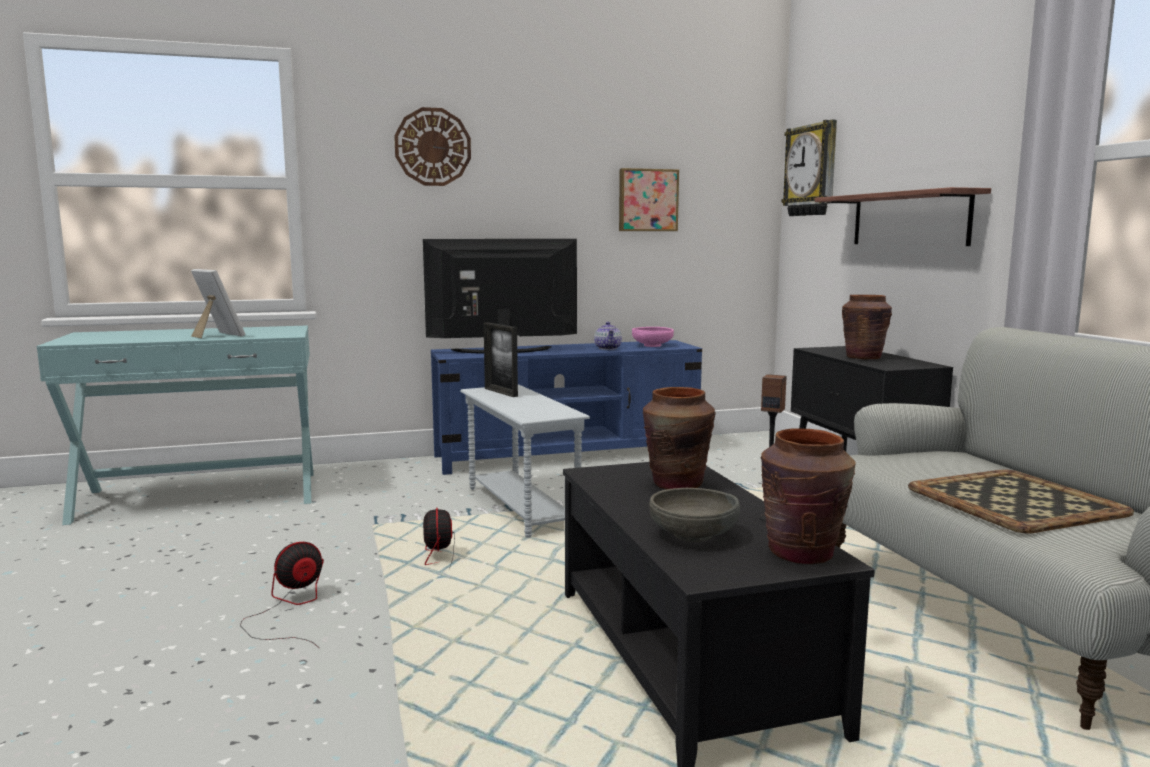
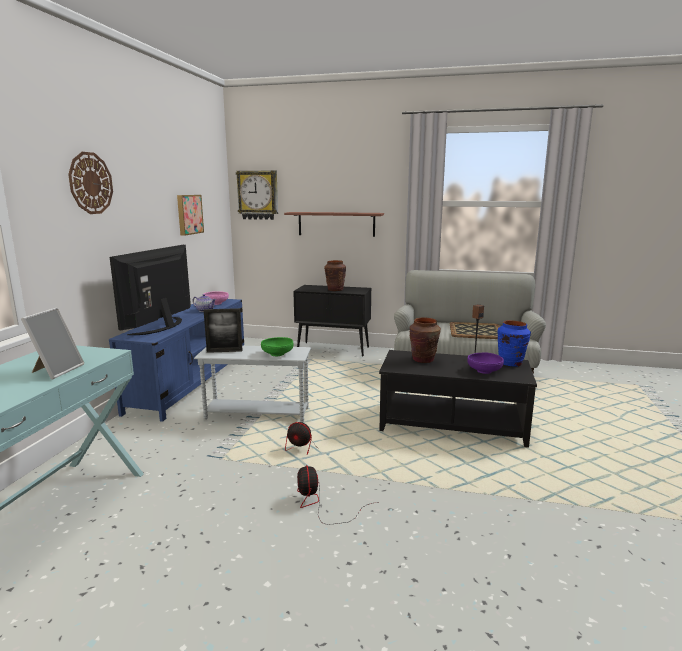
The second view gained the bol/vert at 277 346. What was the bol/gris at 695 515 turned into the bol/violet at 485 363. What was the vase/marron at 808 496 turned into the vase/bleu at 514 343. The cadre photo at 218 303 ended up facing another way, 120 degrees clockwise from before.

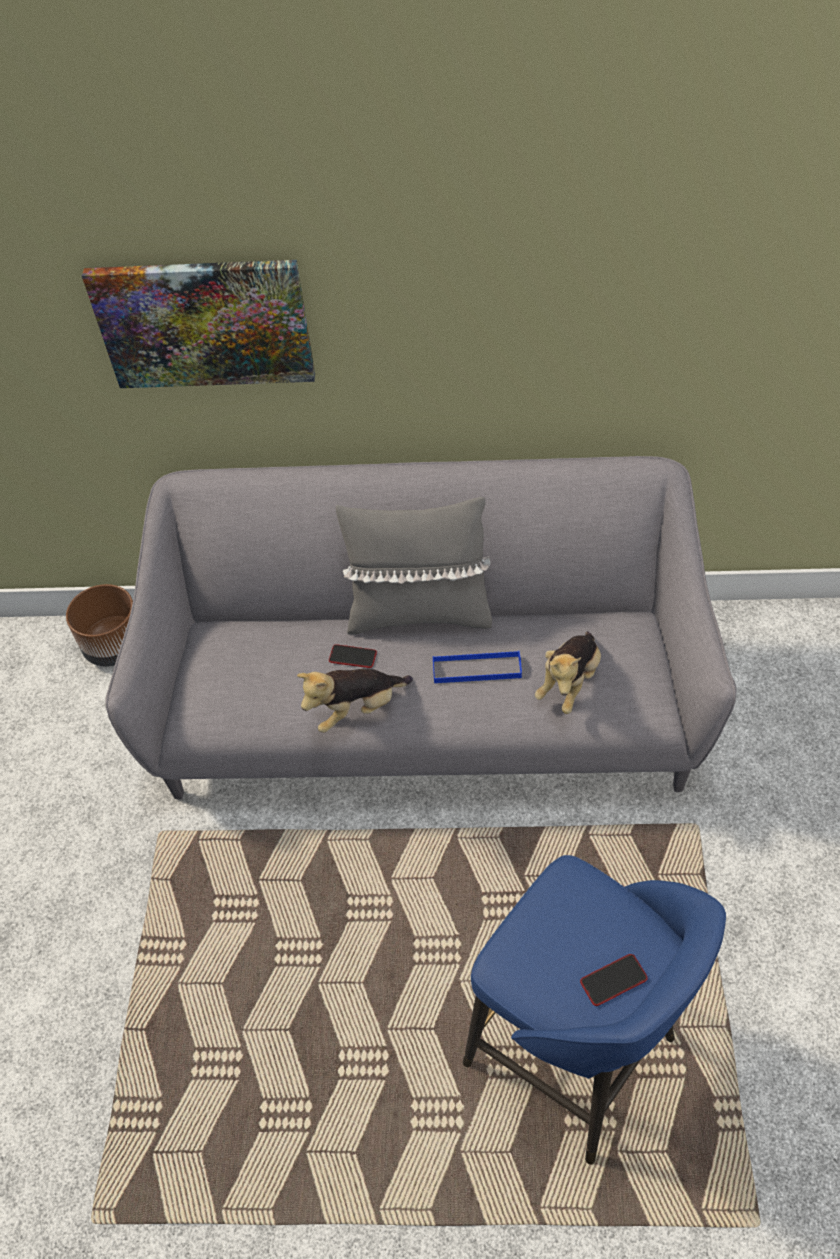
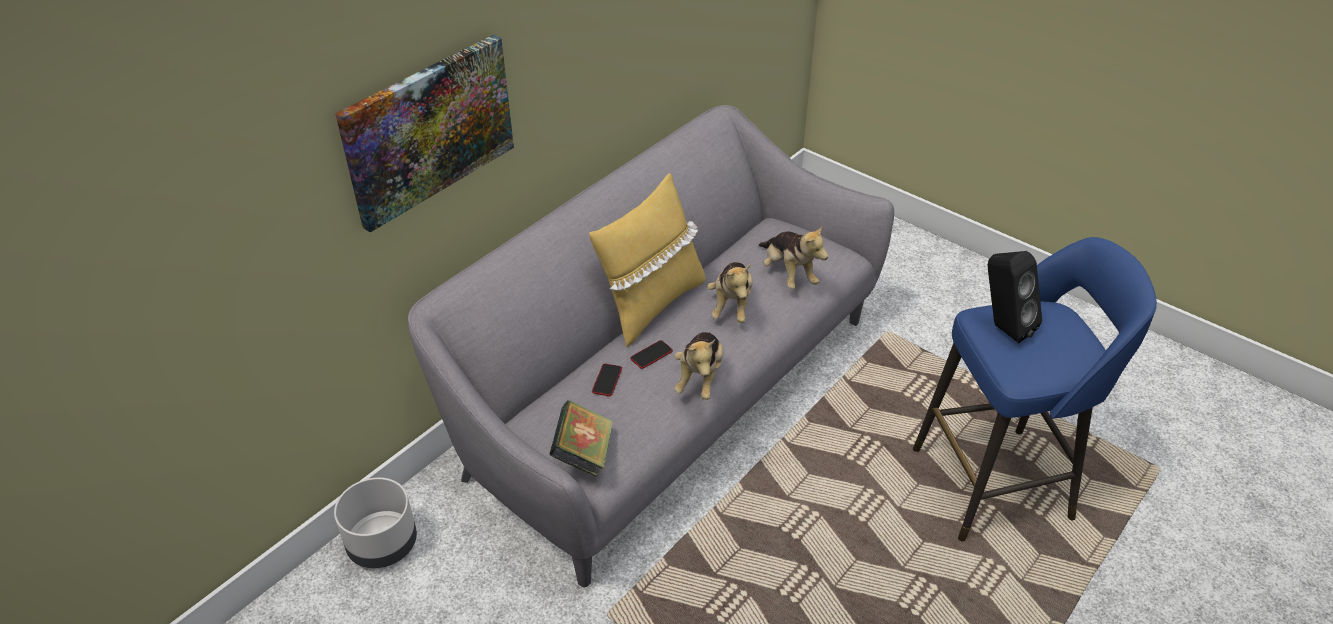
The second view gained the livre at 581 438. The second view gained the enceinte/noir at 1015 297. The téléphone ended up elsewhere, having gone from 613 980 to 607 380. Where the plateau/bleu stood at 477 667, the peluche came to stand at 730 292. What was the cache-pot/marron at 99 625 turned into the cache-pot/gris at 375 522. What was the coussin/gris at 414 565 turned into the coussin/jaune at 647 260.

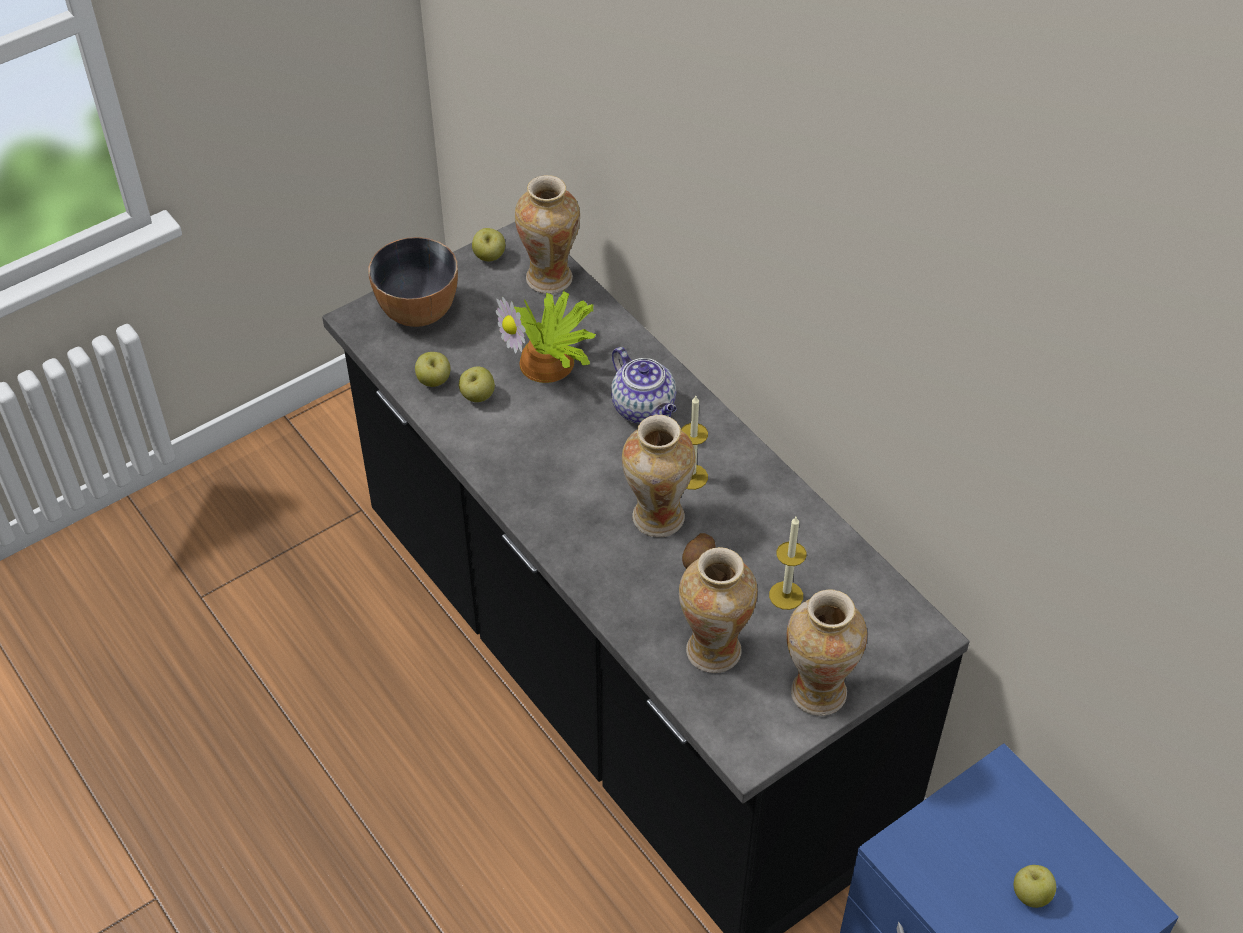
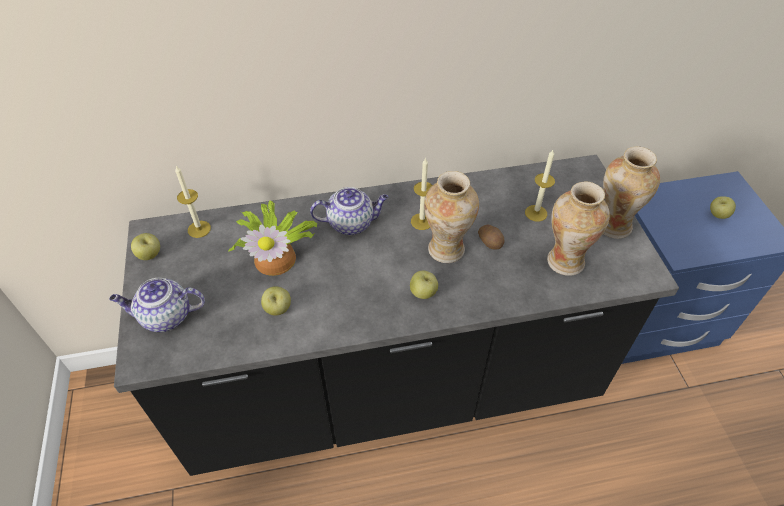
The pomme ended up elsewhere, having gone from 432 369 to 424 284. Where the bol stood at 413 282, the théière came to stand at 157 305. Where the vase stood at 547 234, the bougie came to stand at 193 202.

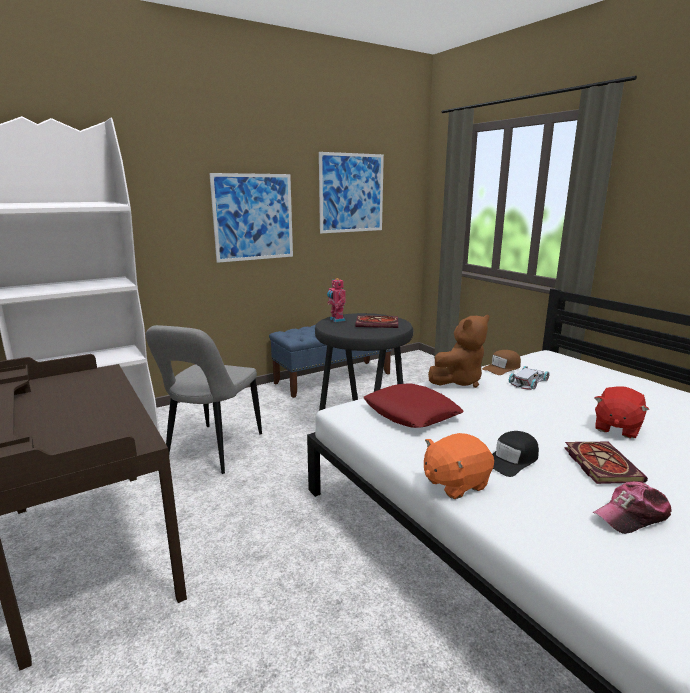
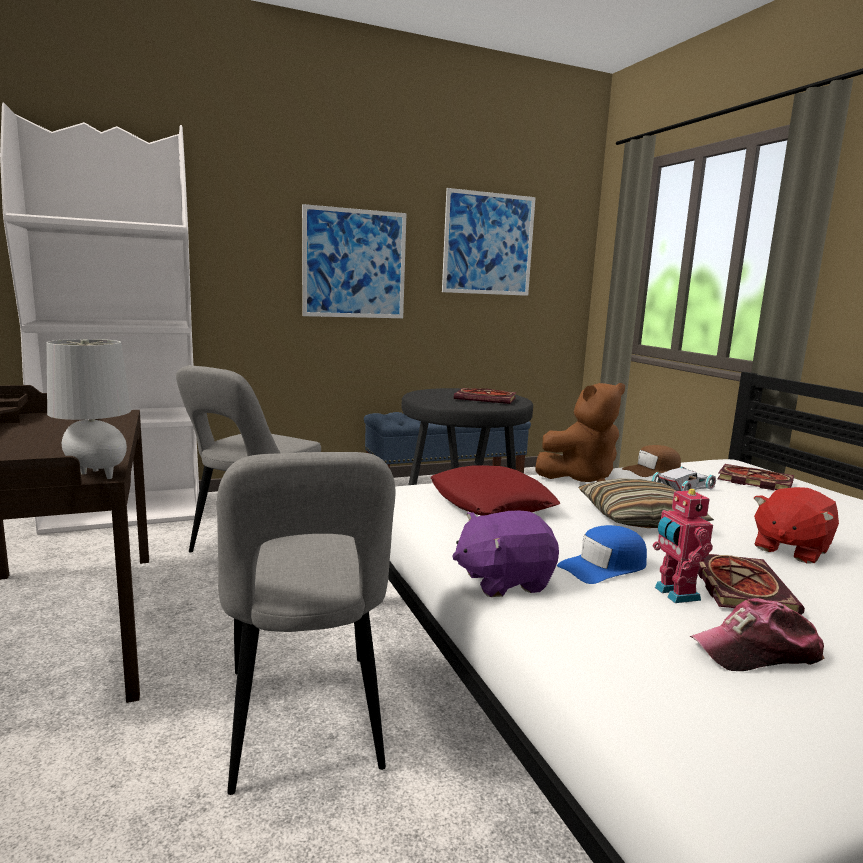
The second view gained the lampe de table/gris at 89 409. The second view gained the chaise/gris at 306 623. The second view gained the coussin at 646 503. The second view gained the livre at 755 477. The robot jouet ended up elsewhere, having gone from 336 300 to 683 544. What was the peluche/orange at 459 466 turned into the peluche/violet at 505 553. What was the casquette/noir at 515 454 turned into the casquette/bleu at 602 554.

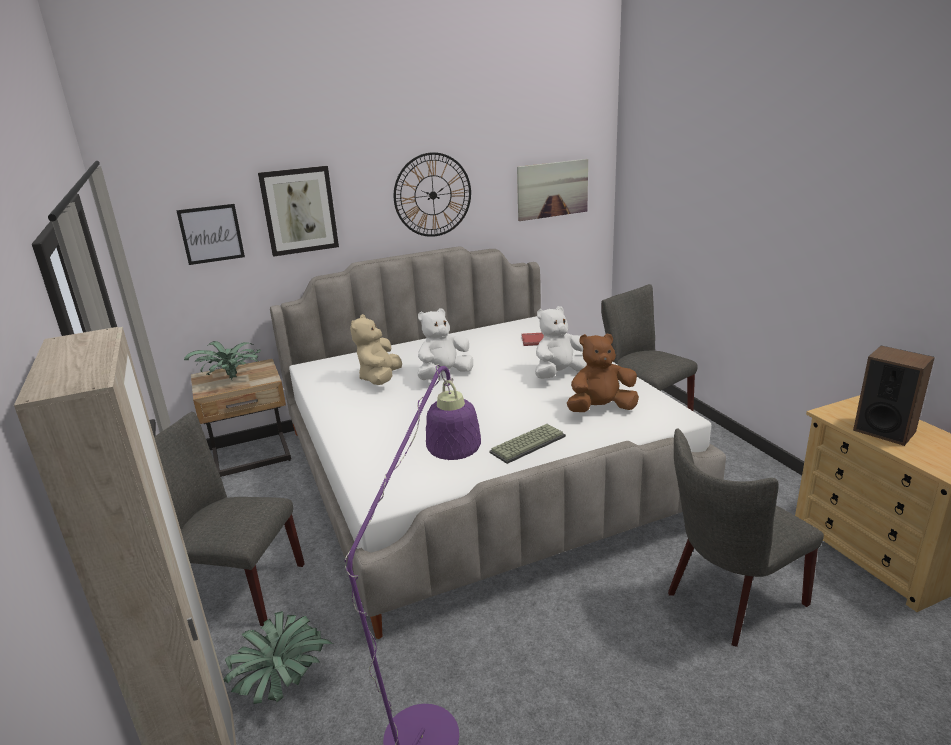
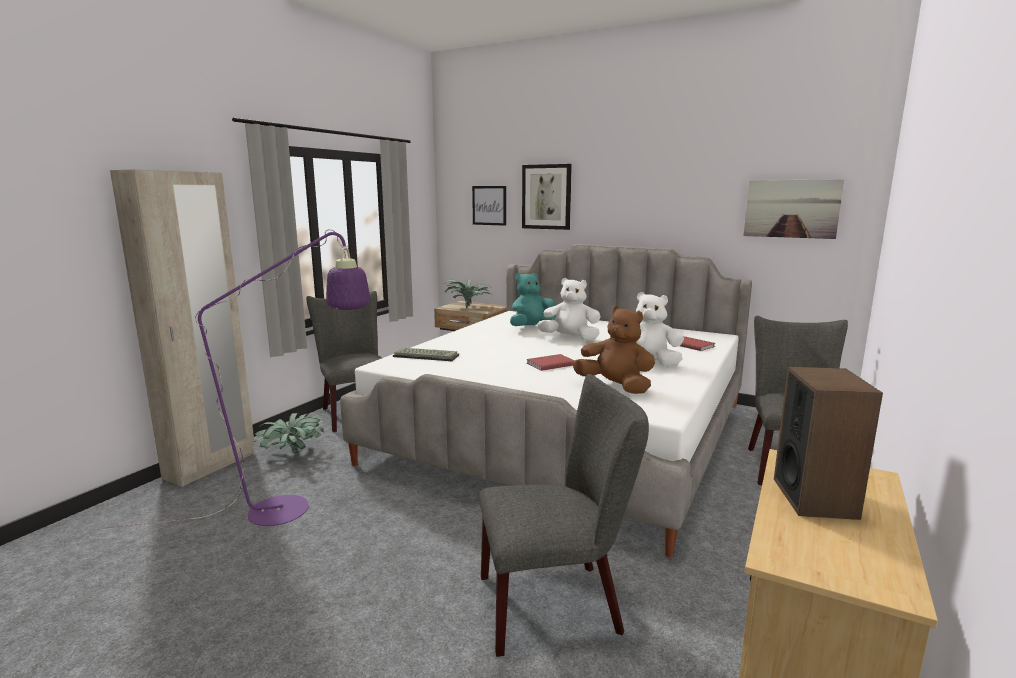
The second view lost the horloge murale at 432 194. The second view gained the livre/rouge at 550 362. The clavier ended up elsewhere, having gone from 528 444 to 426 354. What was the peluche/beige at 376 349 turned into the peluche/turquoise at 533 299. The chaise/gris at 746 537 ended up facing another way, 150 degrees clockwise from before.

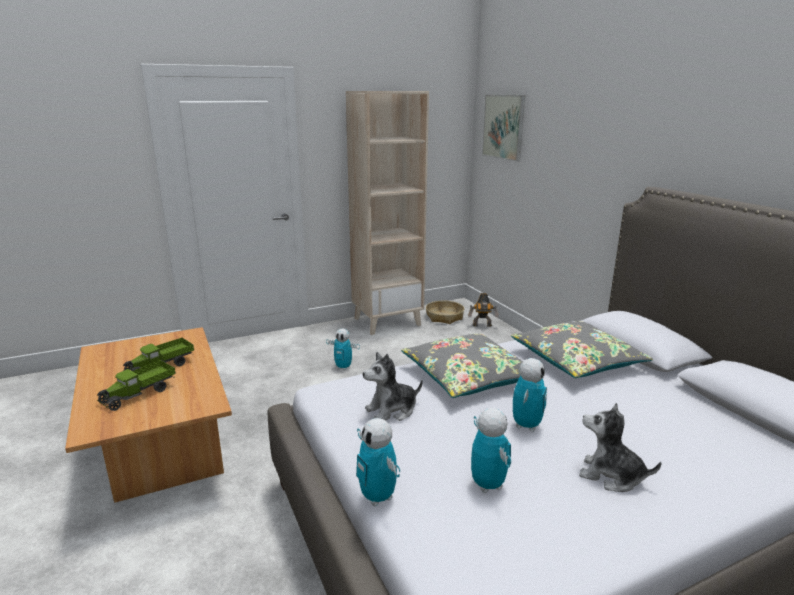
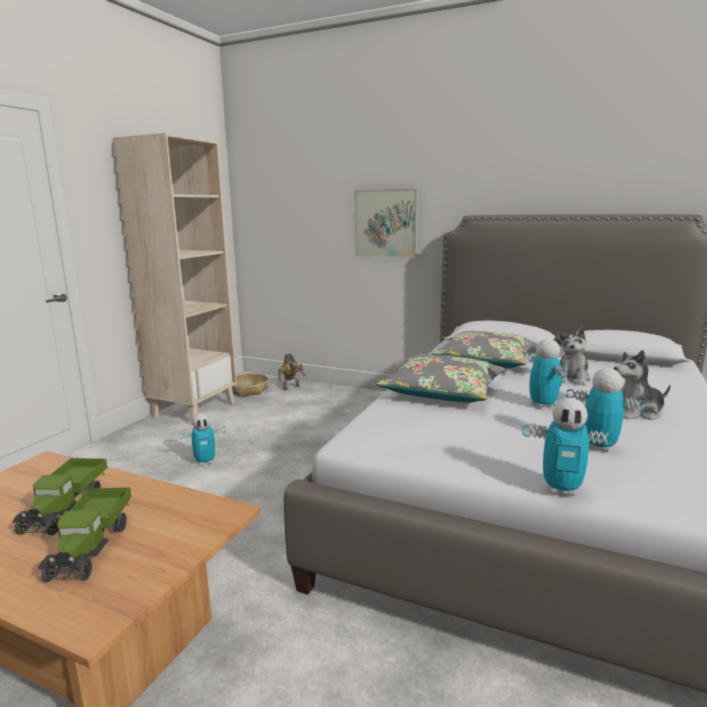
The peluche ended up elsewhere, having gone from 393 386 to 574 356. The tableau ended up elsewhere, having gone from 503 128 to 386 223.

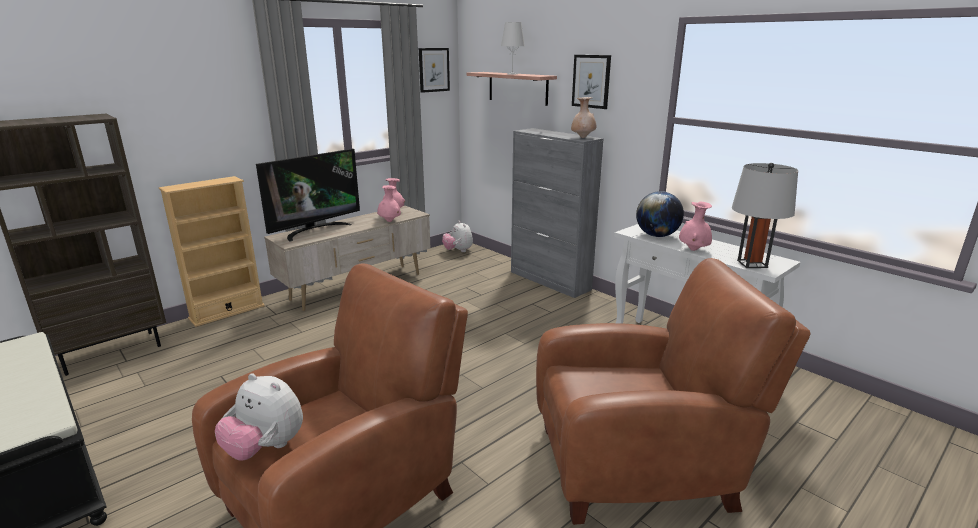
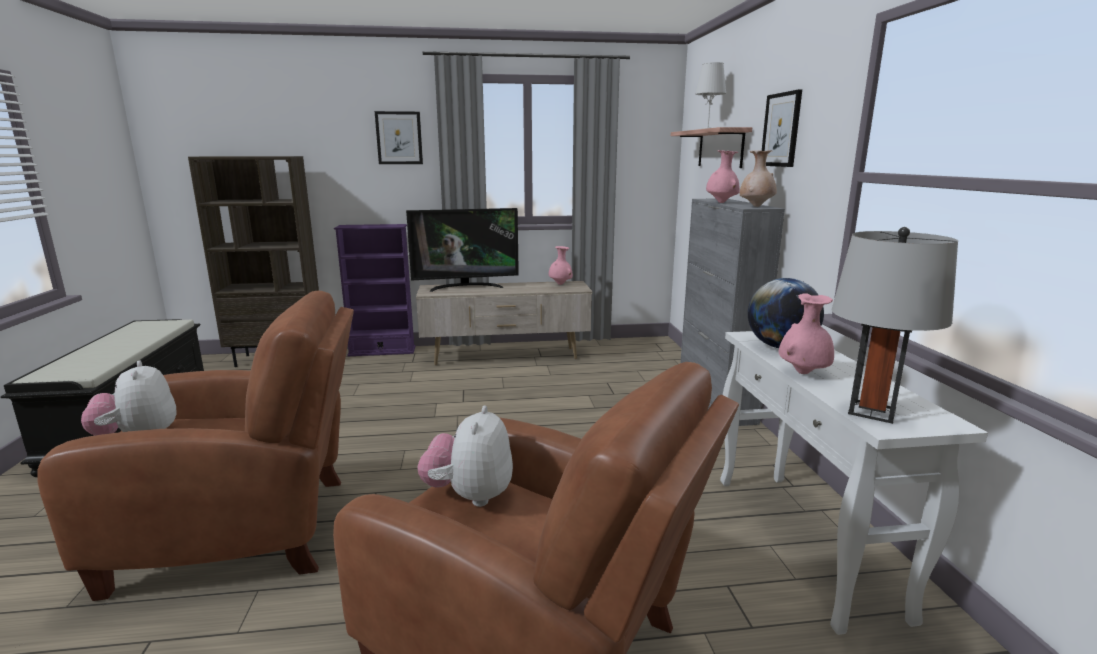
The vase/rose ended up elsewhere, having gone from 389 203 to 723 176. The tableau ended up elsewhere, having gone from 434 70 to 399 137. The peluche ended up elsewhere, having gone from 457 236 to 465 456. What was the bibliothèque/beige at 212 251 turned into the bibliothèque/violet at 374 290.

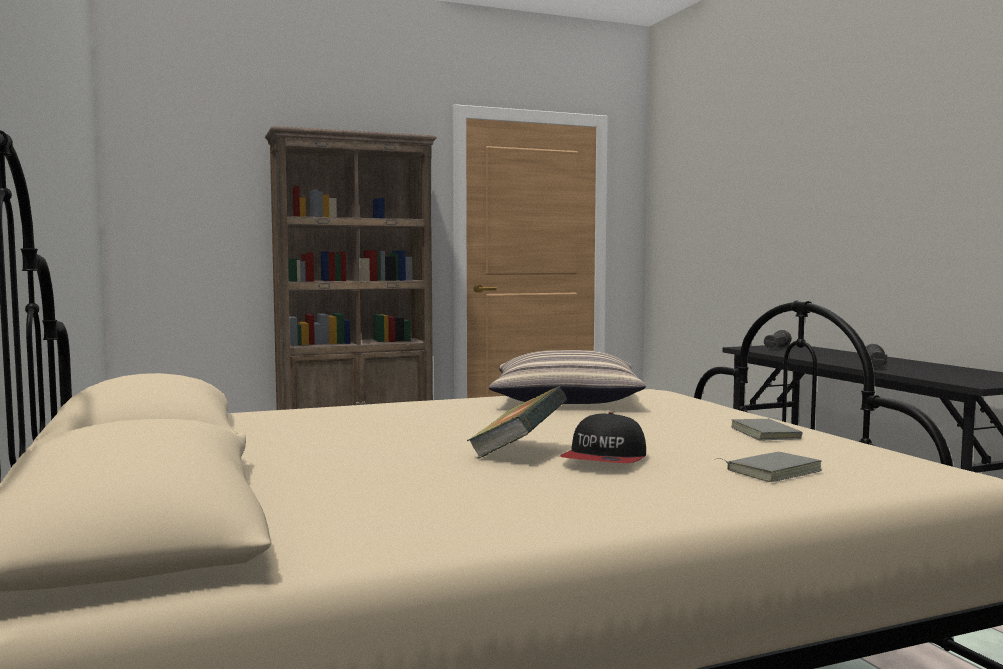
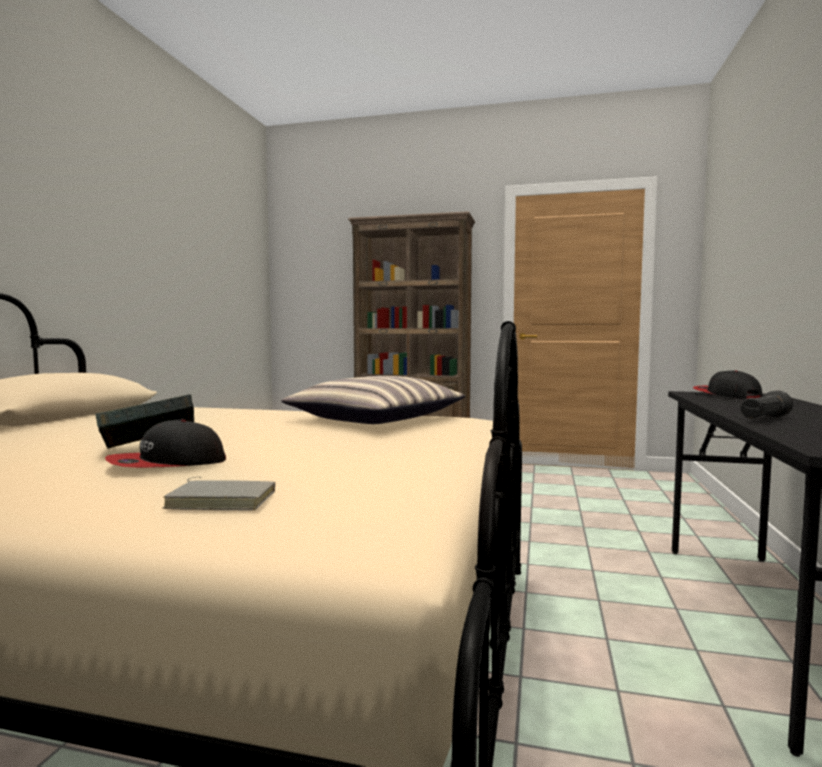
The second view lost the livre/gris at 767 429. Where the lampe de poche/noir stood at 778 339, the casquette came to stand at 728 384.

